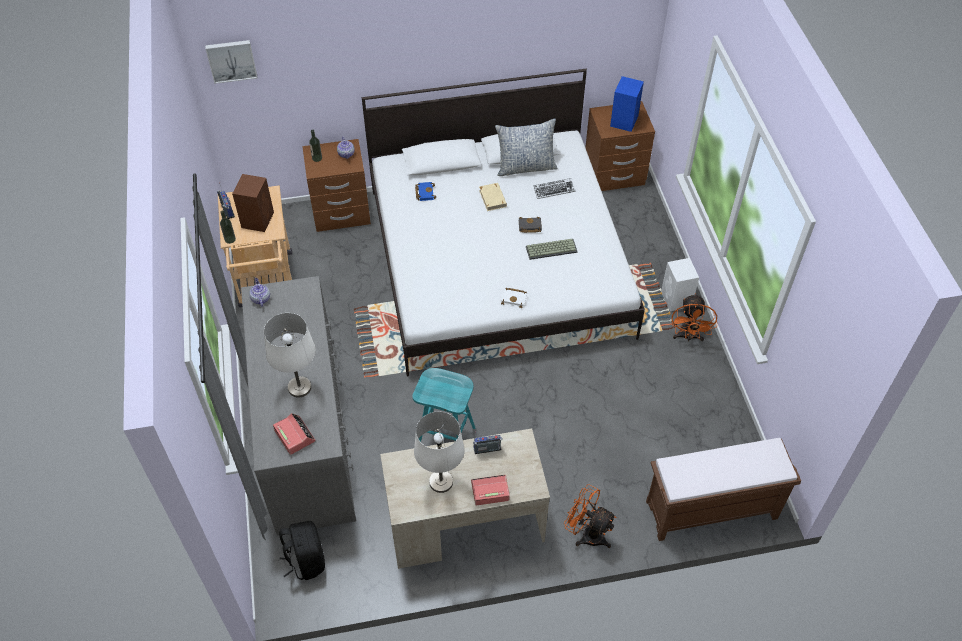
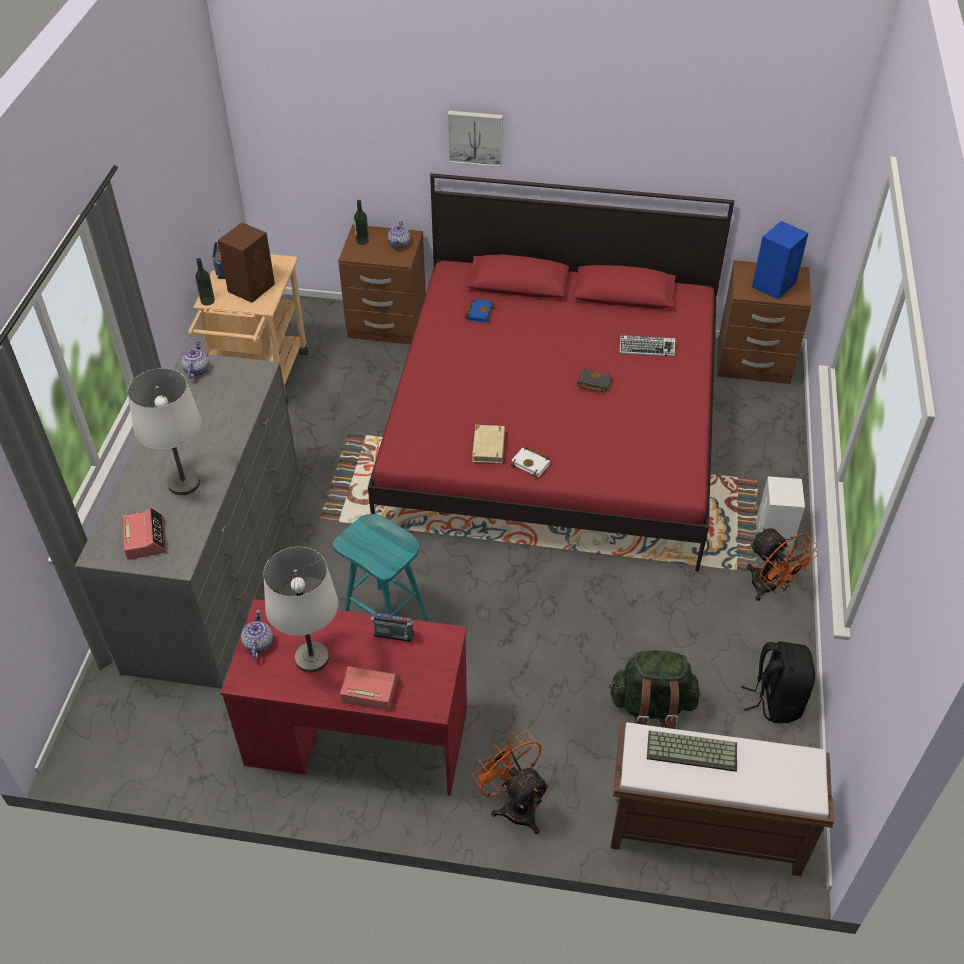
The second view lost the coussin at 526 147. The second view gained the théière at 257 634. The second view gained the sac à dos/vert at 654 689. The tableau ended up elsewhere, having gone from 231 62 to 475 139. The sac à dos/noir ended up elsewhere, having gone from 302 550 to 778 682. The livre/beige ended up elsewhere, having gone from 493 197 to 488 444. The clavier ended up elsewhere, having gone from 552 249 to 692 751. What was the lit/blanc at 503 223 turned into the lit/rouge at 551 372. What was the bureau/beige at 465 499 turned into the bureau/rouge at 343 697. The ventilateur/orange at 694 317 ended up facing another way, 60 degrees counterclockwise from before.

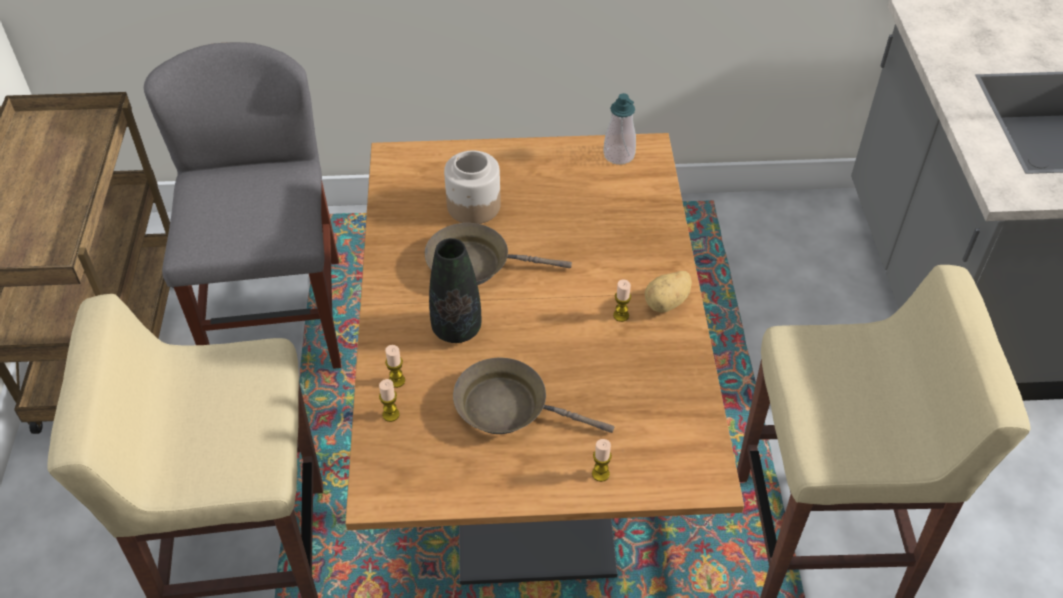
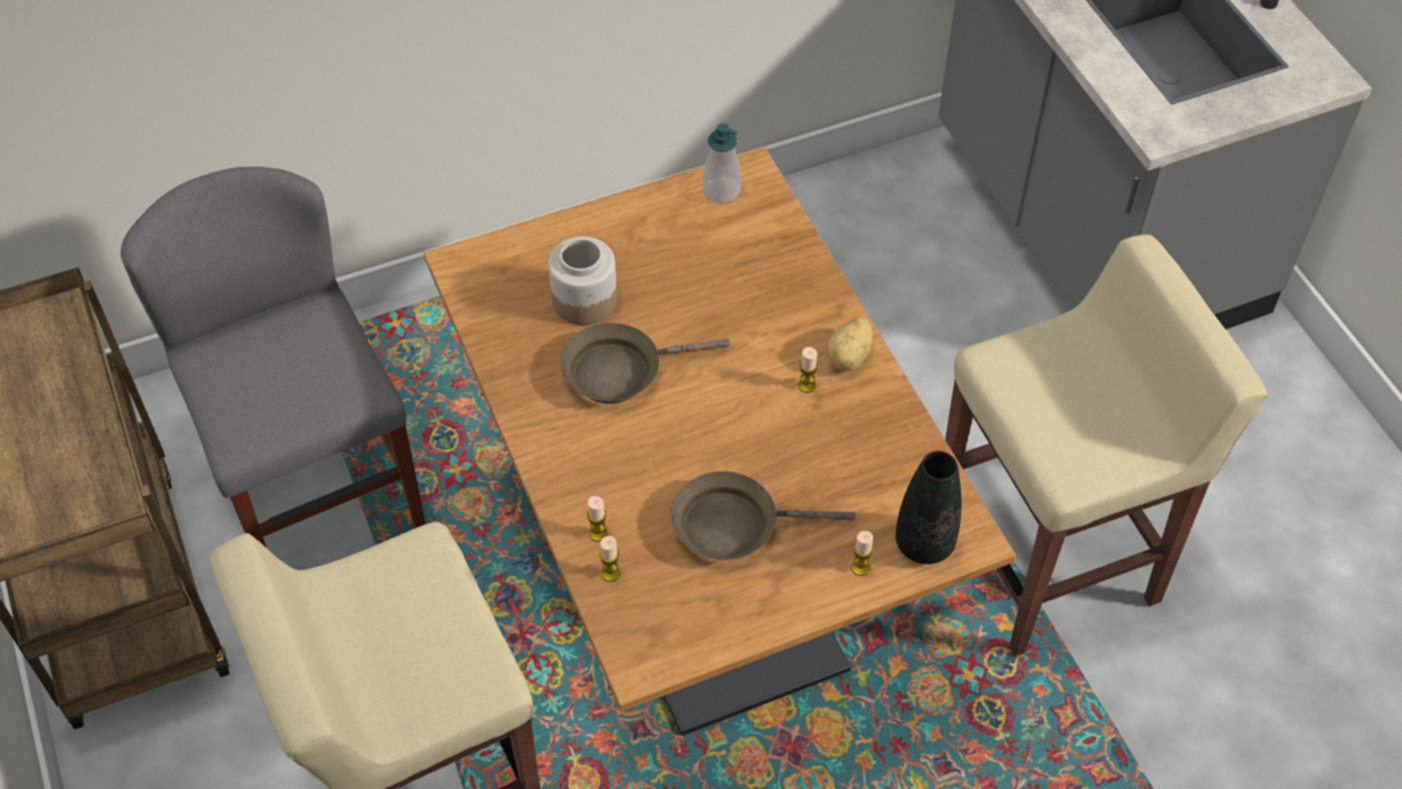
The vase/noir ended up elsewhere, having gone from 455 290 to 929 507.

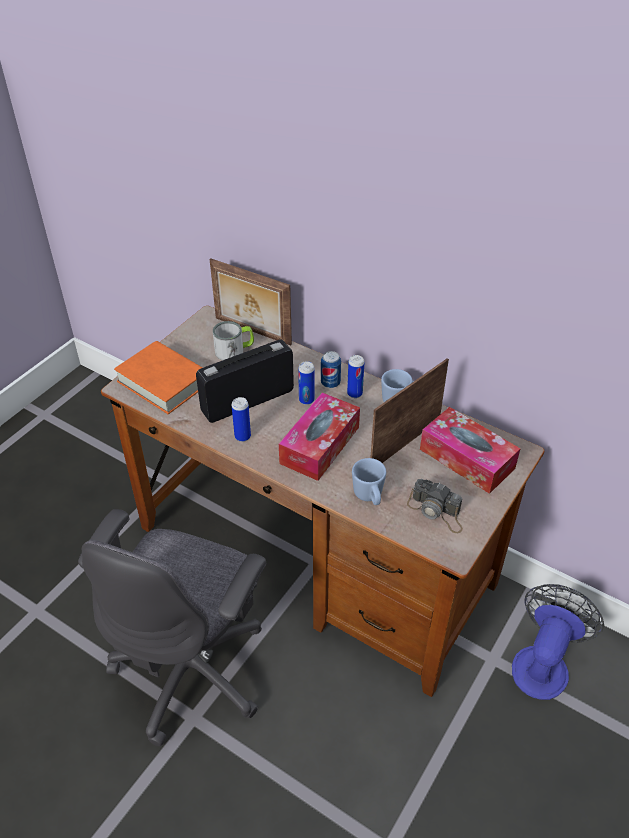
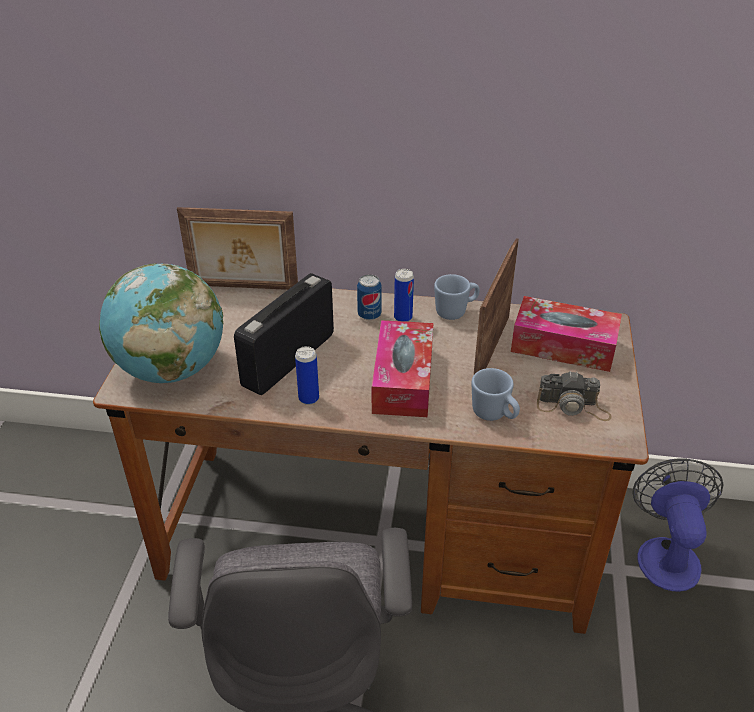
The second view lost the mug at 233 340. The second view lost the boîte métallique at 306 383. Where the livre/orange stood at 158 377, the globe came to stand at 161 323.

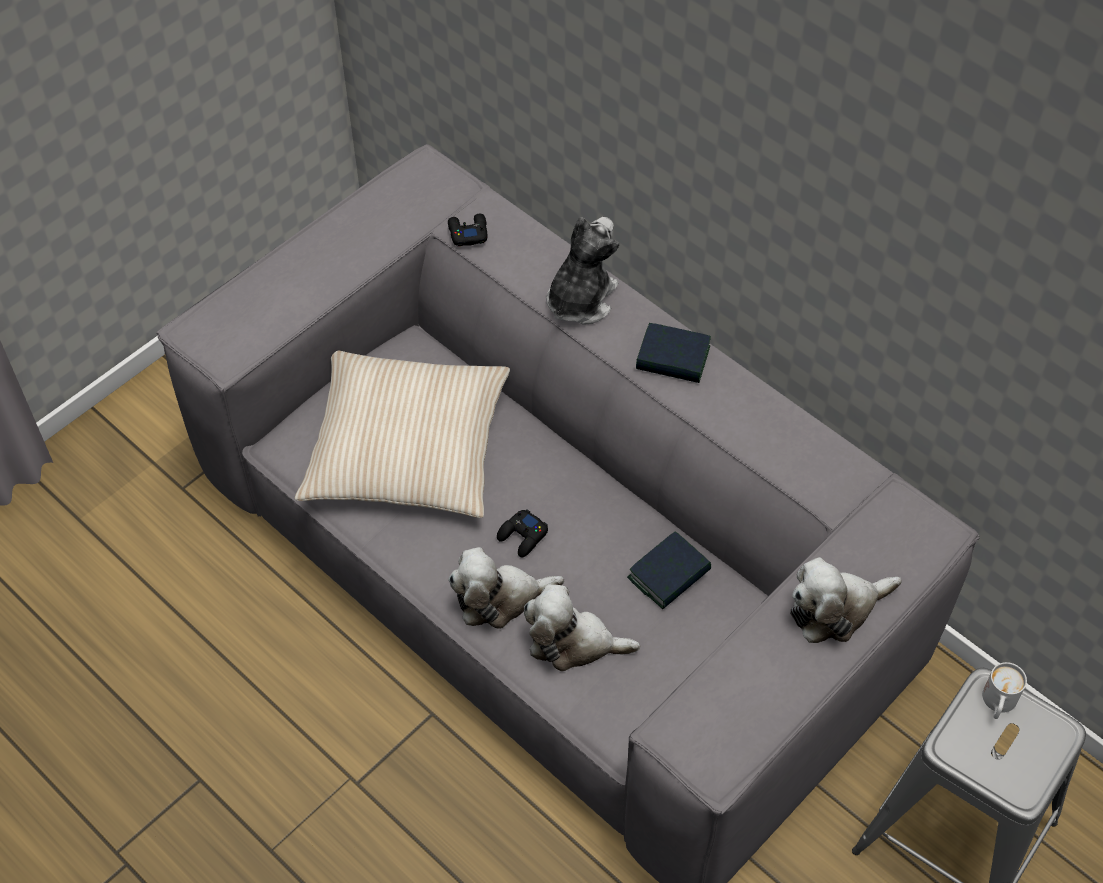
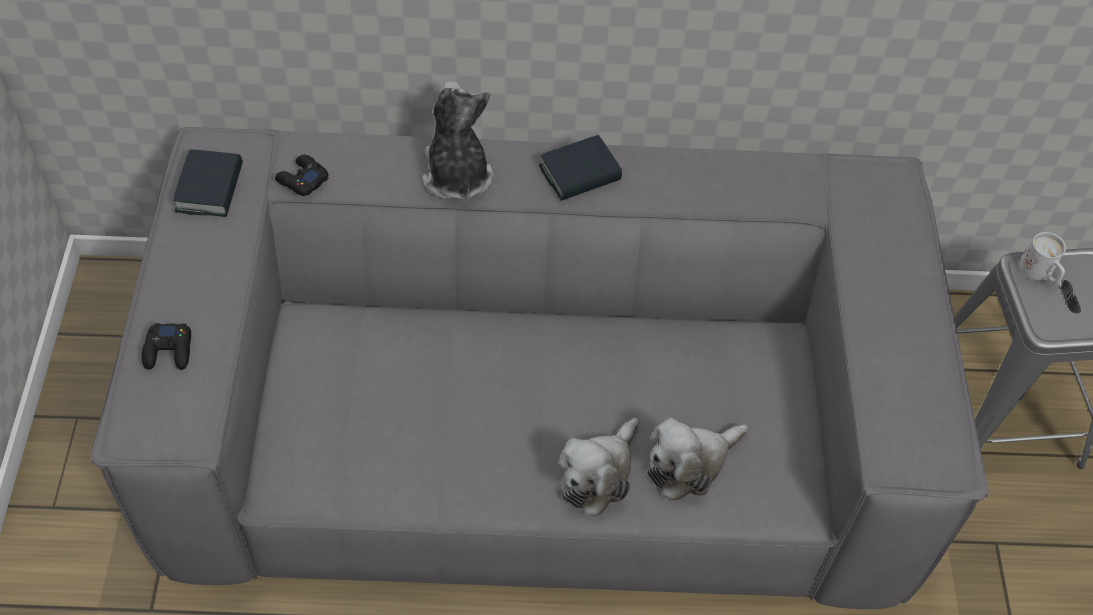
The second view lost the coussin/beige at 402 434. The second view lost the peluche at 846 600. The manette/noir ended up elsewhere, having gone from 522 533 to 166 346. The livre ended up elsewhere, having gone from 669 570 to 208 183.

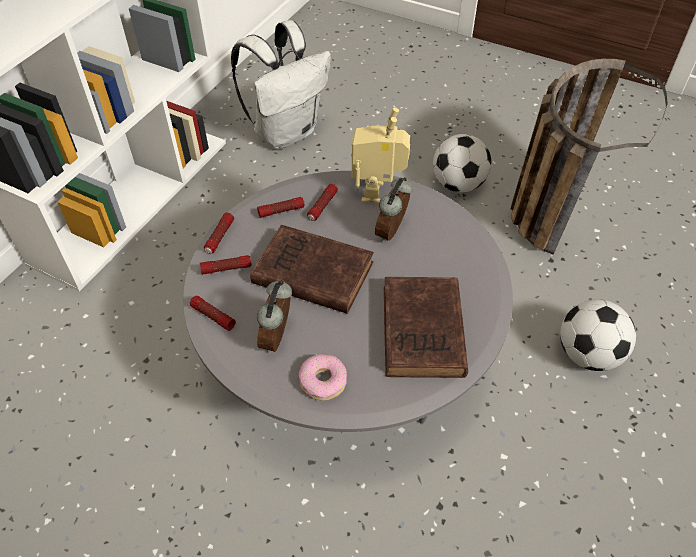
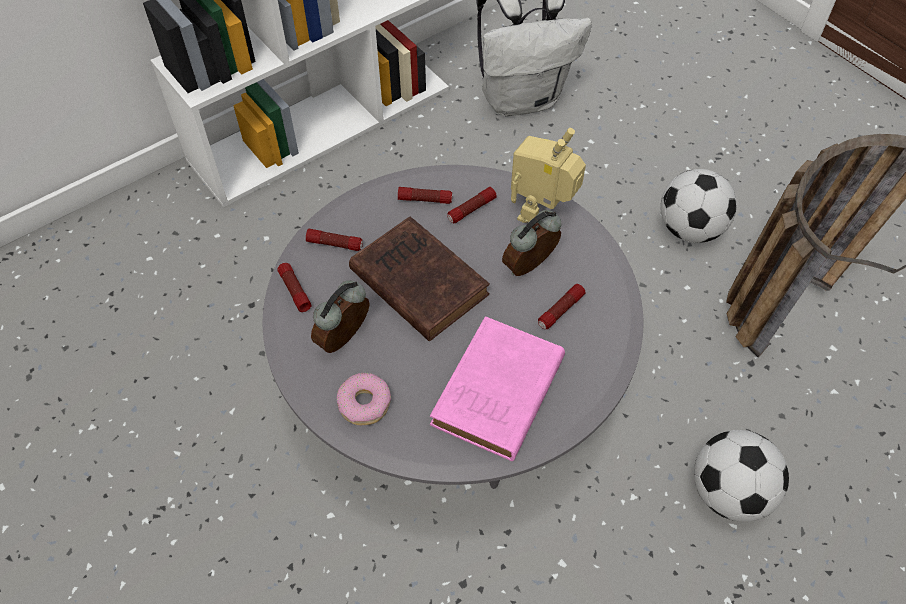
The lampe de poche ended up elsewhere, having gone from 219 233 to 562 306. What was the livre/marron at 426 327 turned into the livre/rose at 497 389.

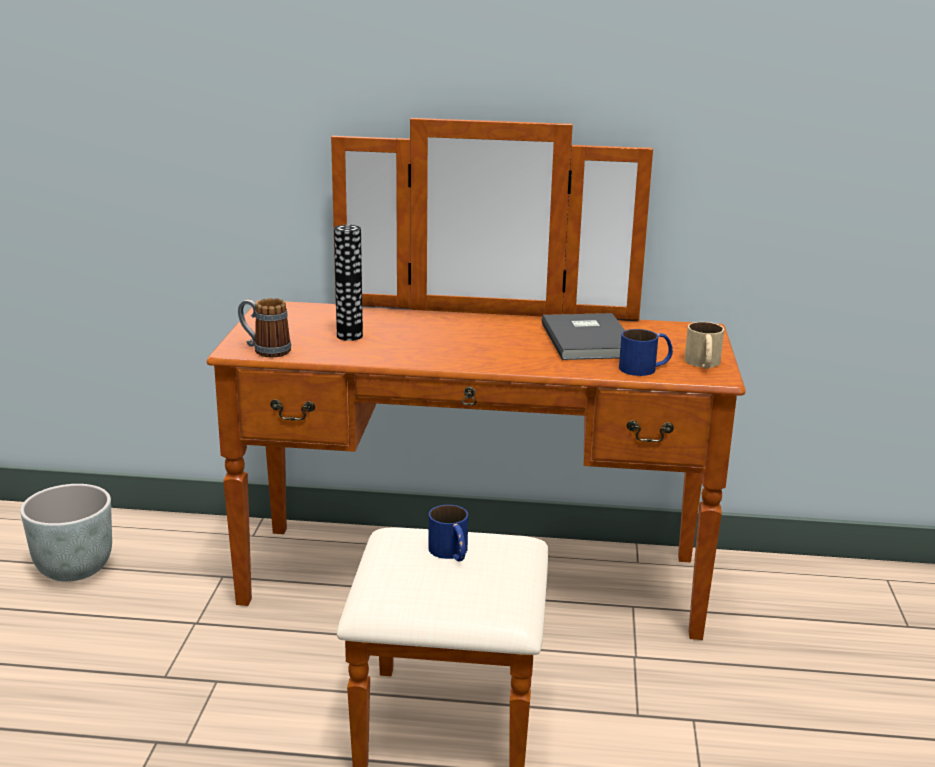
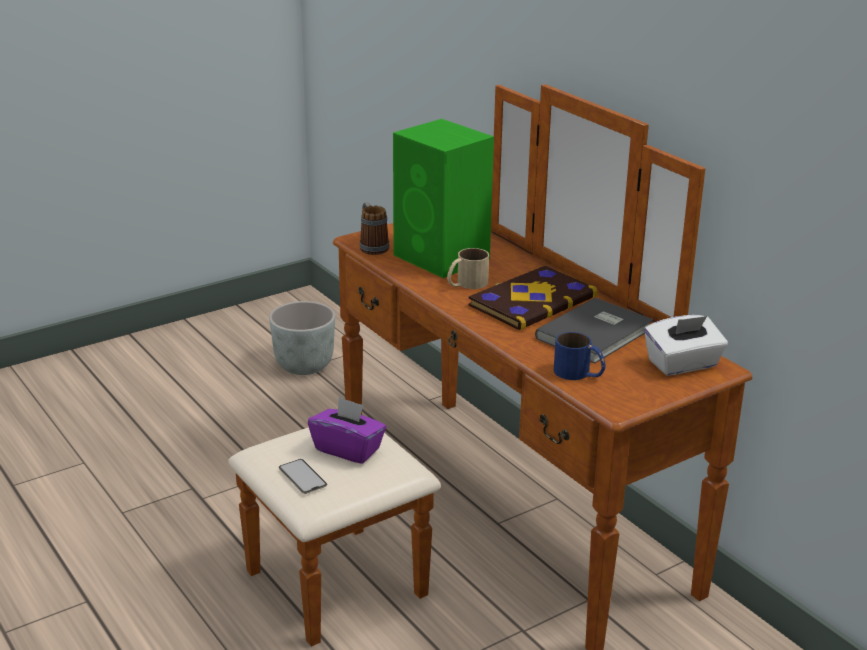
The second view gained the téléphone at 303 476. The second view gained the livre at 533 298. The second view gained the boîte à mouchoirs/blanc at 686 345. The mug/beige ended up elsewhere, having gone from 704 345 to 468 268. Where the vase stood at 348 283, the enceinte/vert came to stand at 443 198. Where the mug/bleu stood at 448 533, the boîte à mouchoirs/violet came to stand at 347 430.

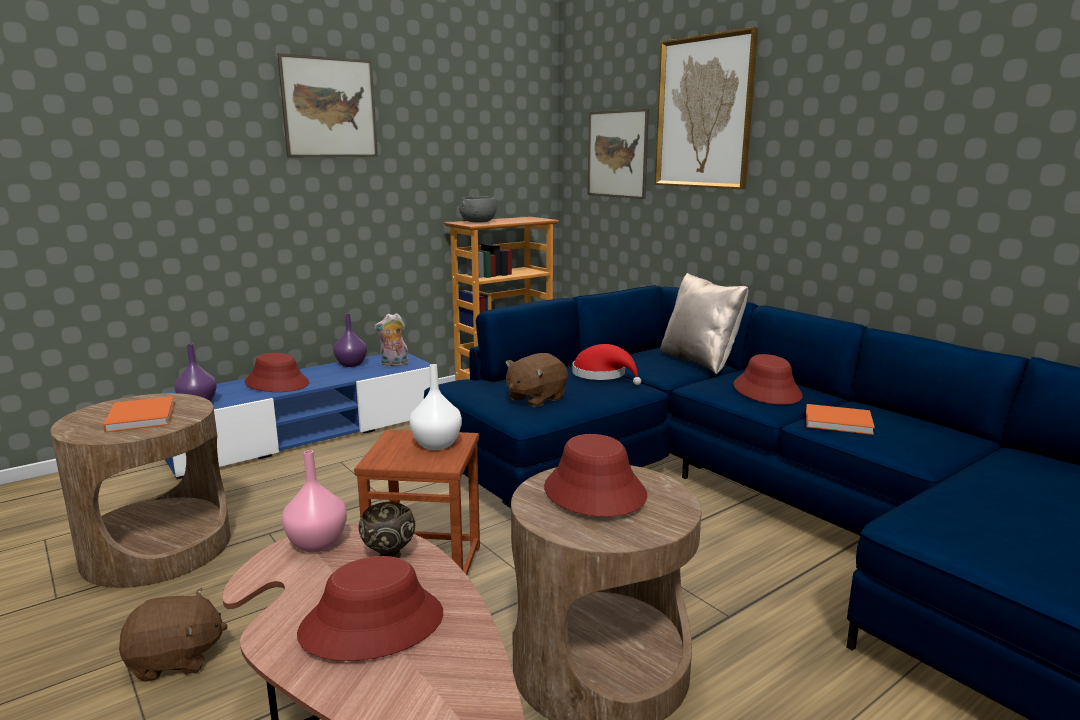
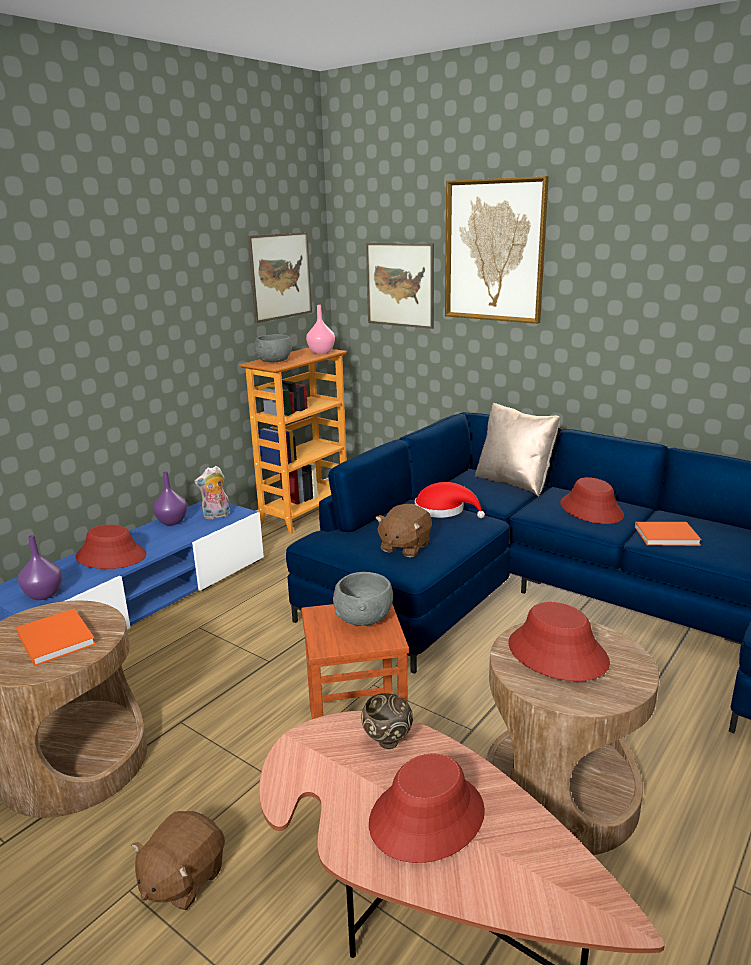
The tableau ended up elsewhere, having gone from 327 105 to 280 277. The vase/rose ended up elsewhere, having gone from 314 501 to 320 329. Where the vase/blanc stood at 435 407, the bol/gris came to stand at 363 599. The peluche/marron at 173 635 ended up facing another way, 150 degrees clockwise from before.

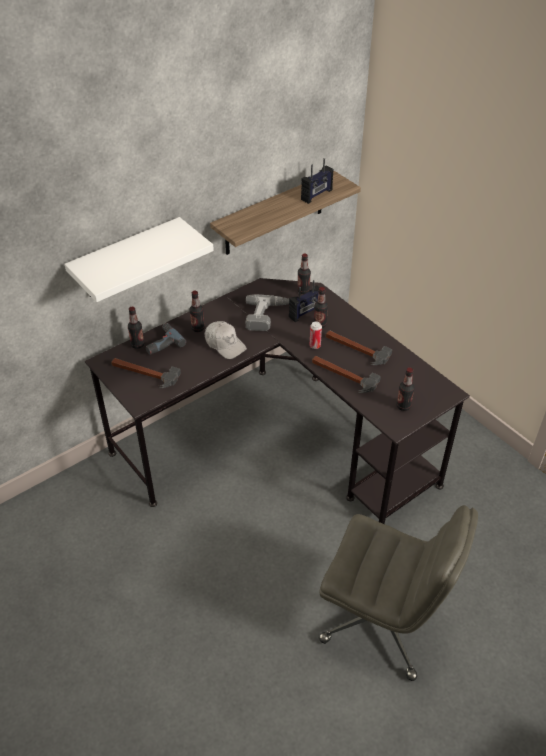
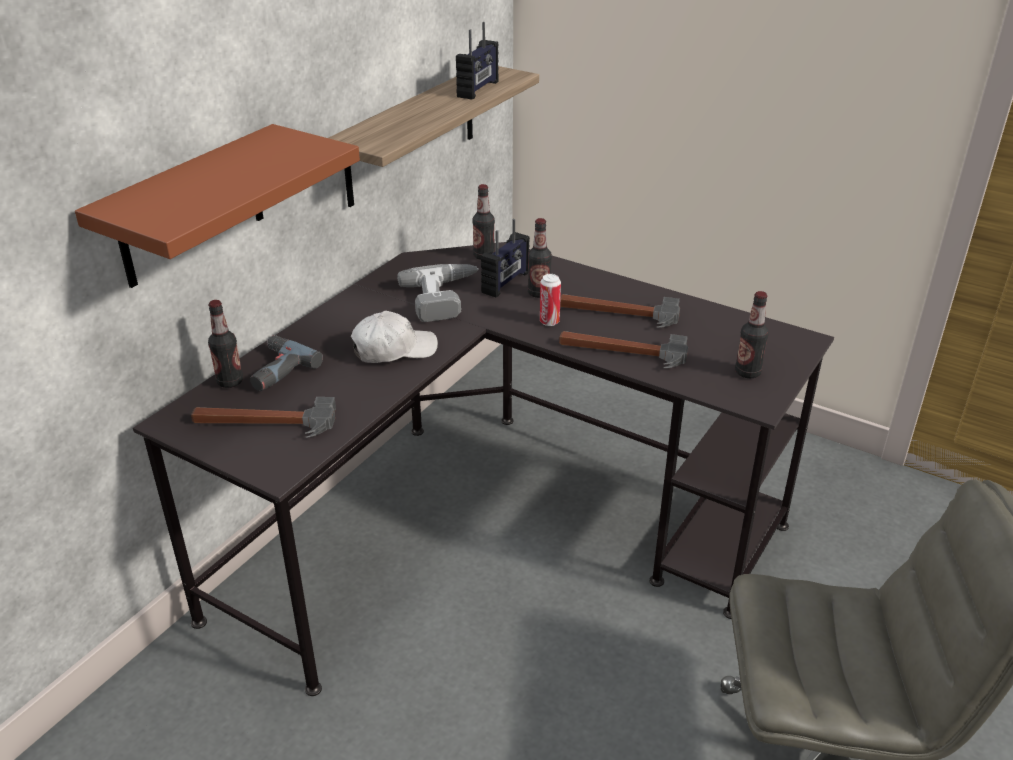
The second view lost the bouteille at 197 311. What was the étagère/blanc at 139 259 turned into the étagère/marron at 217 206. The casquette/blanc at 226 340 ended up facing another way, 45 degrees counterclockwise from before.

